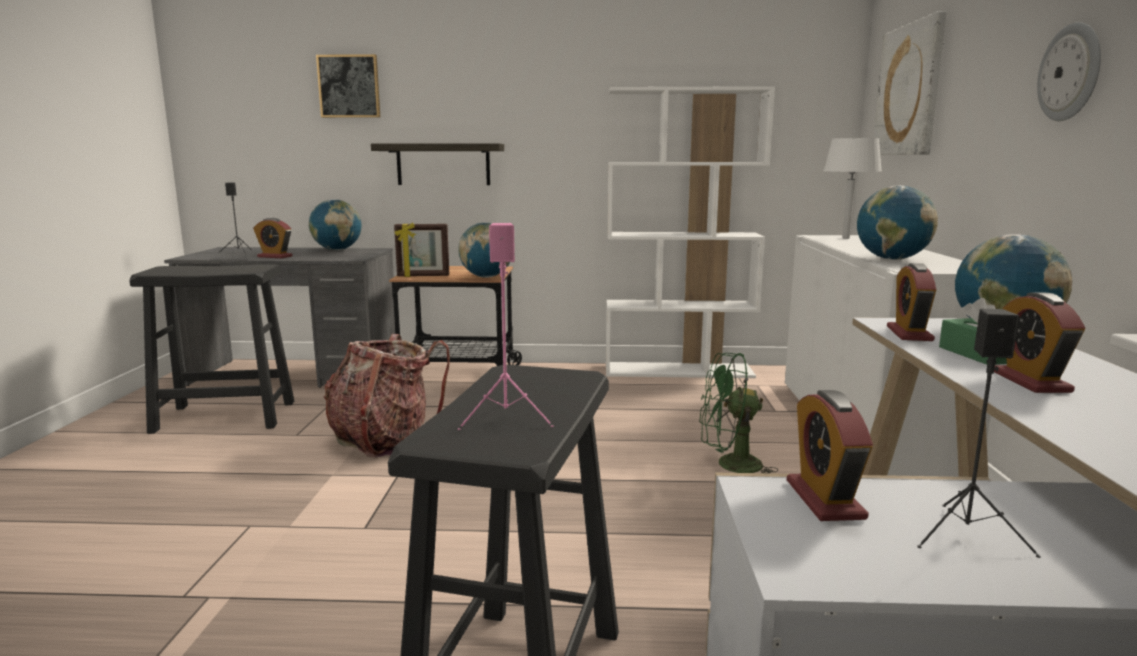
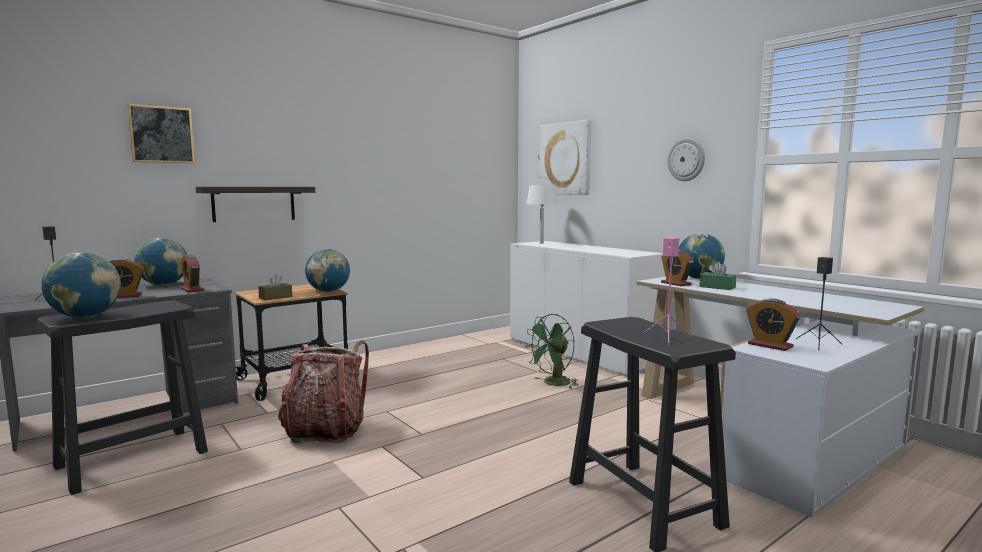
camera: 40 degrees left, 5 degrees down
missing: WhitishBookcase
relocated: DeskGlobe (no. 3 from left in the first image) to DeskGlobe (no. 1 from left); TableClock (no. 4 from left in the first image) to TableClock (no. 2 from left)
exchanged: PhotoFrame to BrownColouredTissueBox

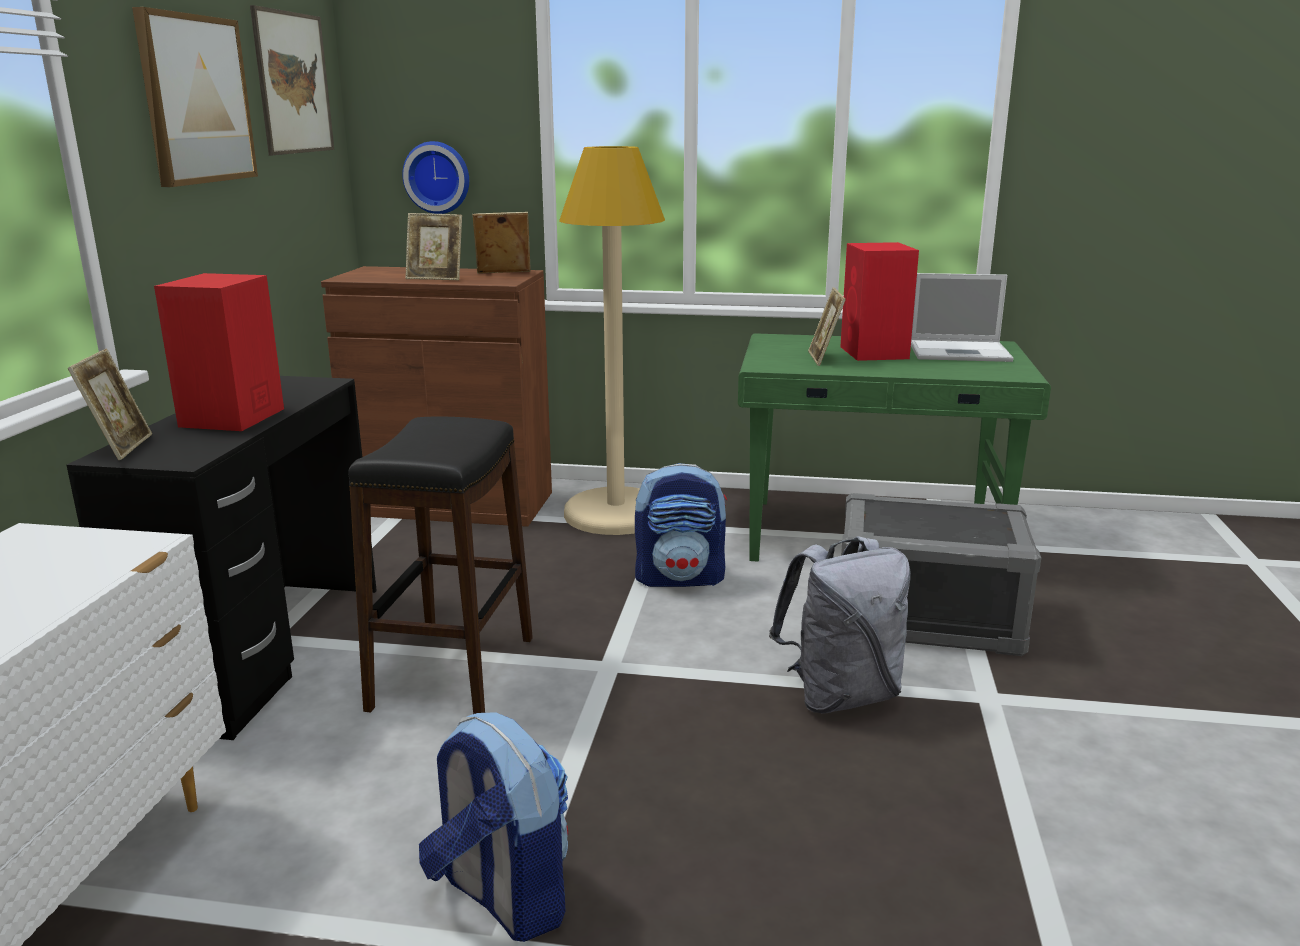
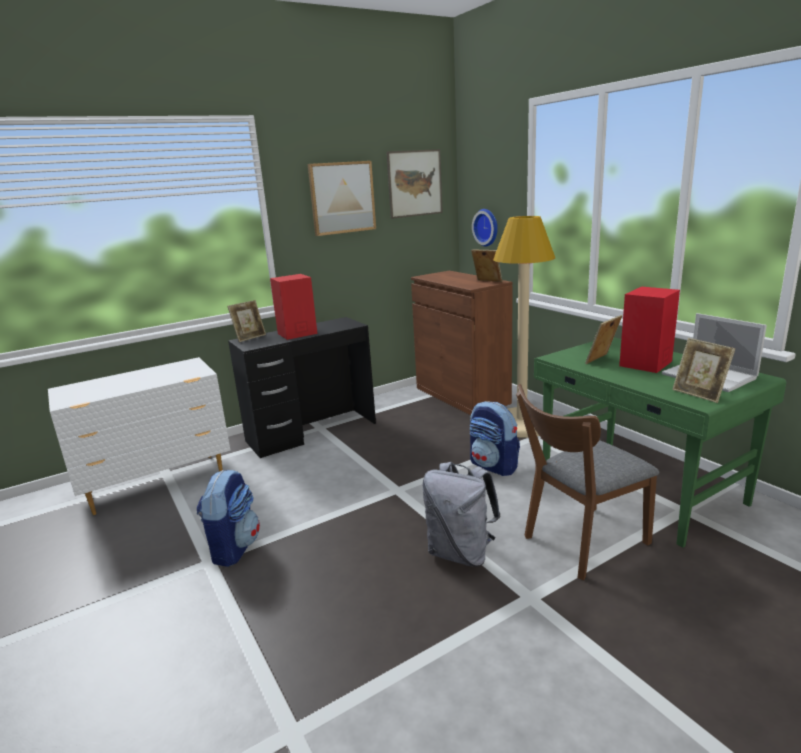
camera: 50 degrees right, 0 degrees up
missing: BlackColouredStoolSeat
relocated: PhotoFrame (no. 2 from left in the first image) to PhotoFrame (no. 4 from left)
exchanged: GreyishStorageBin to BrownColouredChair

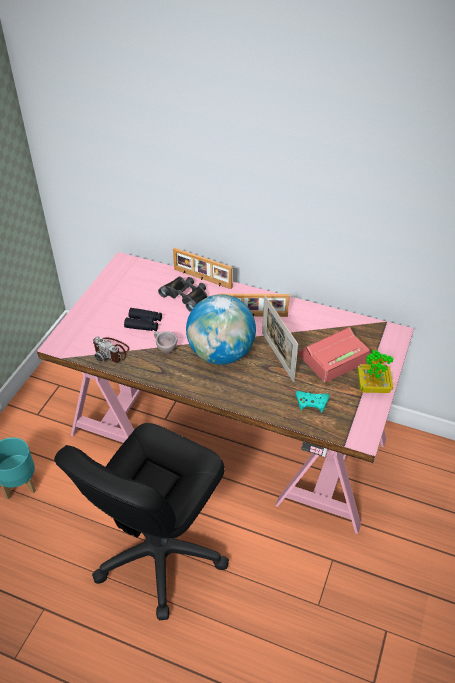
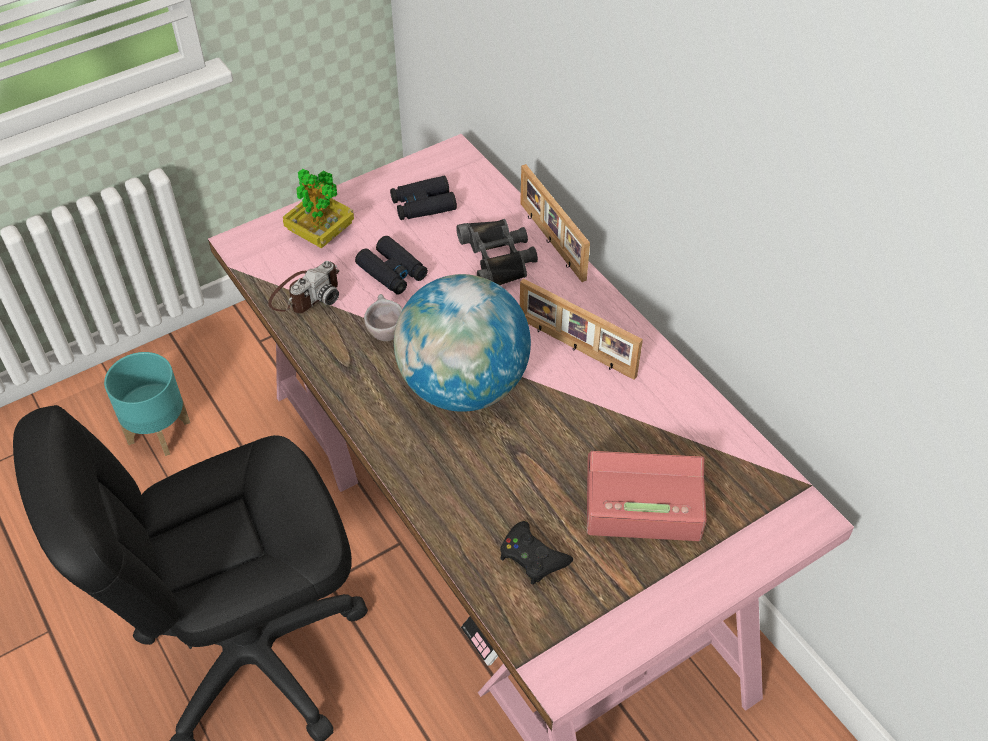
camera: 35 degrees right, 5 degrees up
missing: PhotoFrame (no. 3 from left)
appeared: BlackColouredBinoculars (no. 2 from left)
relocated: Houseplant
colour: BlueGreenGameController to BlackColouredGameController
spun: PhotoCamera 120 degrees counterclockwise

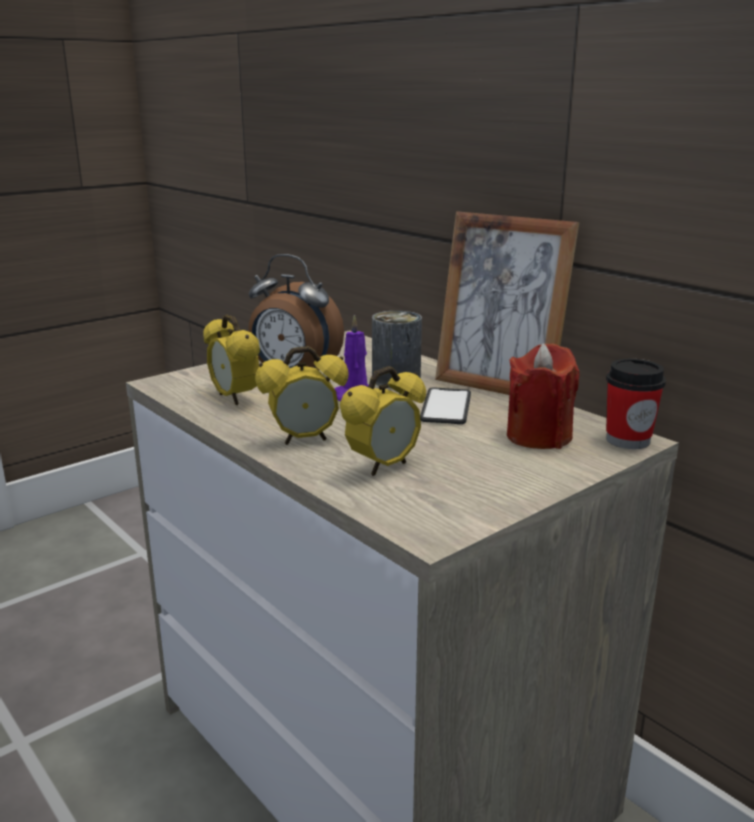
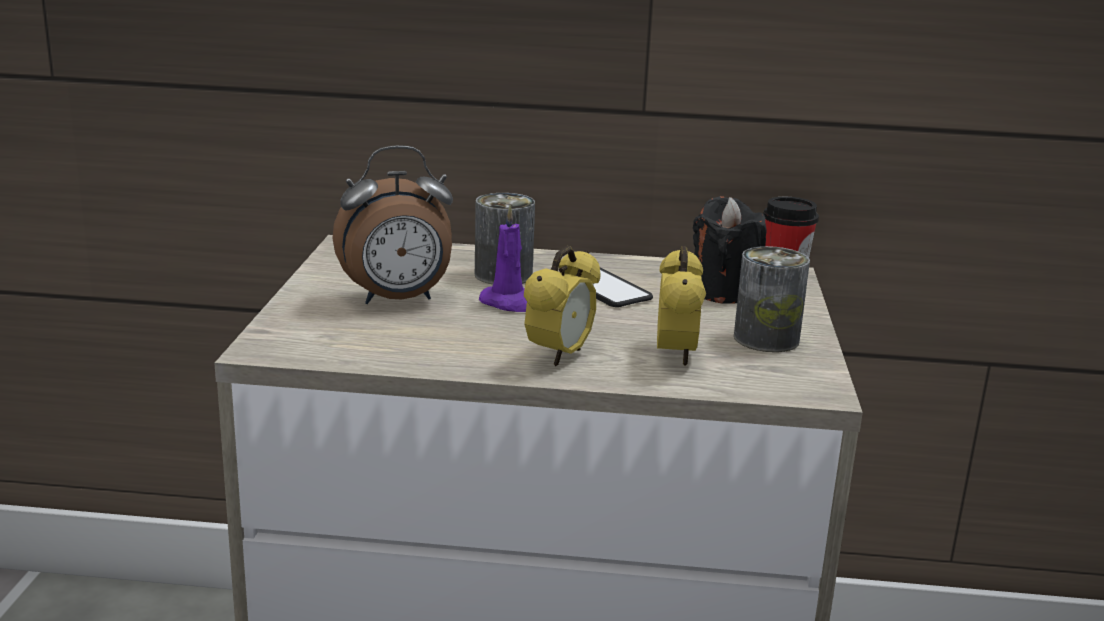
camera: 45 degrees left, 0 degrees up
missing: TableClock (no. 1 from left); PhotoFrame
appeared: Can (no. 2 from left)
colour: RedColouredWaxCandle to BlackColouredWaxCandle

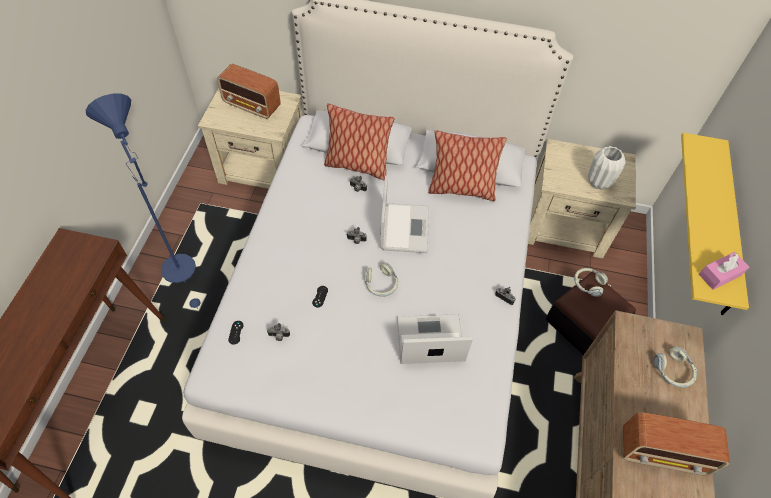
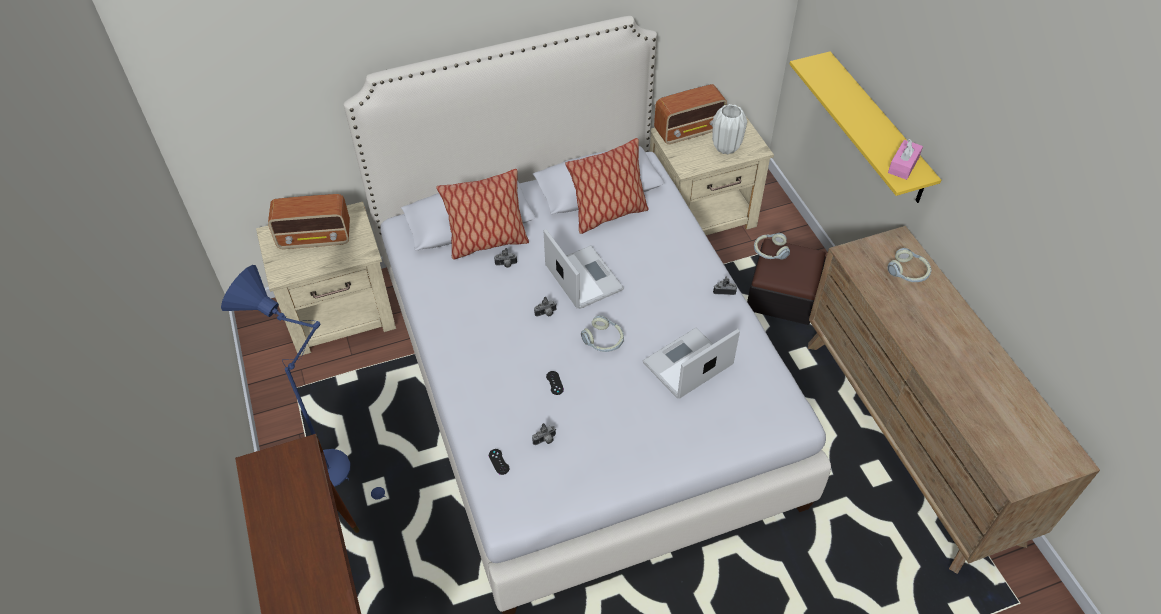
camera: 30 degrees left, 5 degrees down
relocated: RadioReceiver (no. 2 from left)

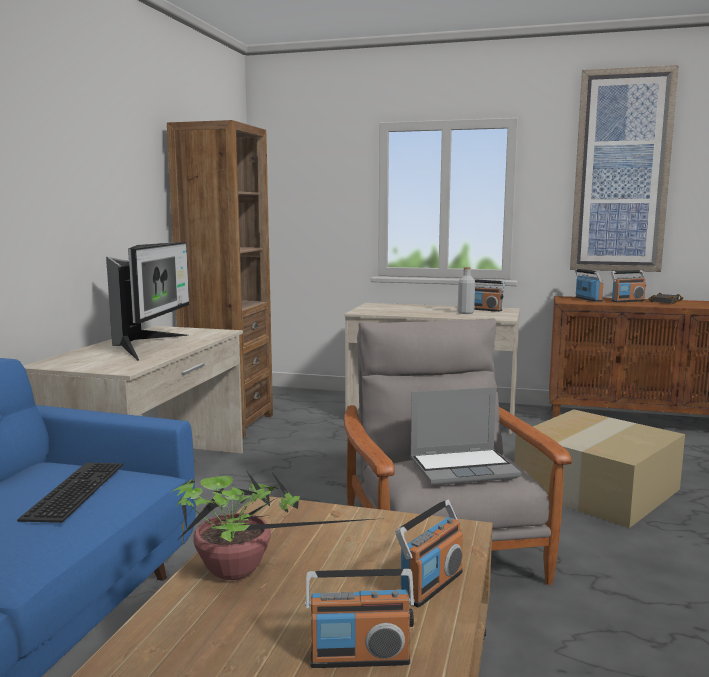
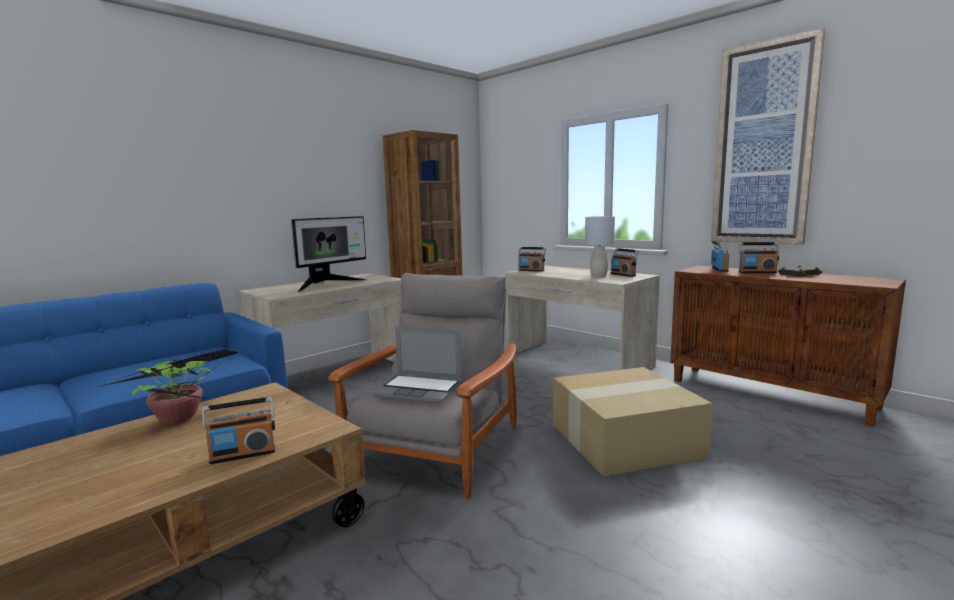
camera: 30 degrees right, 0 degrees up
relocated: RadioReceiver (no. 1 from left in the first image) to RadioReceiver (no. 2 from left)
exchanged: GreyishBottle to GreyishTabletopLamp

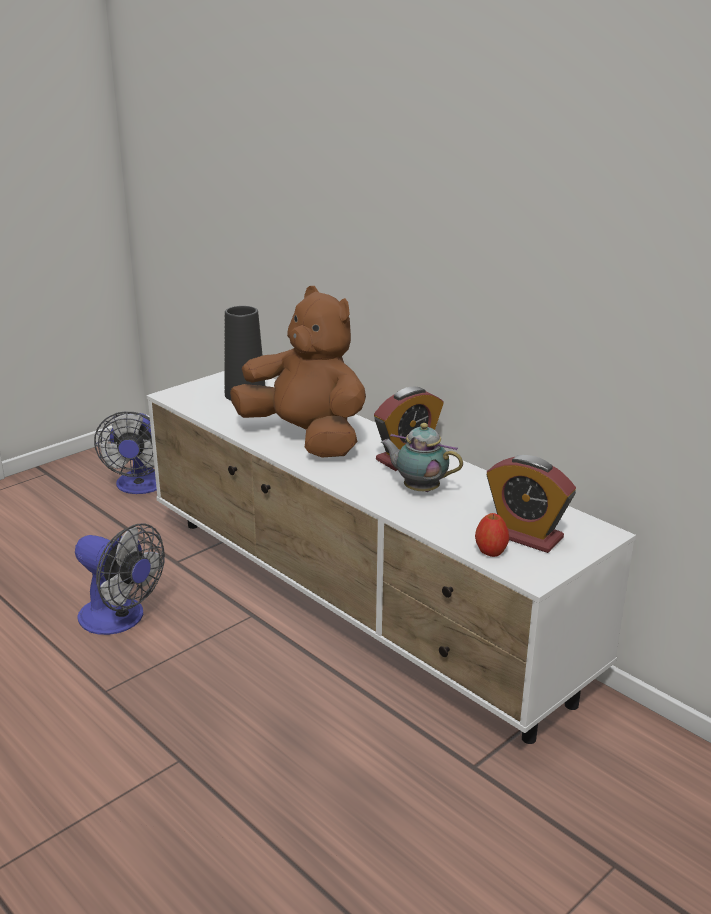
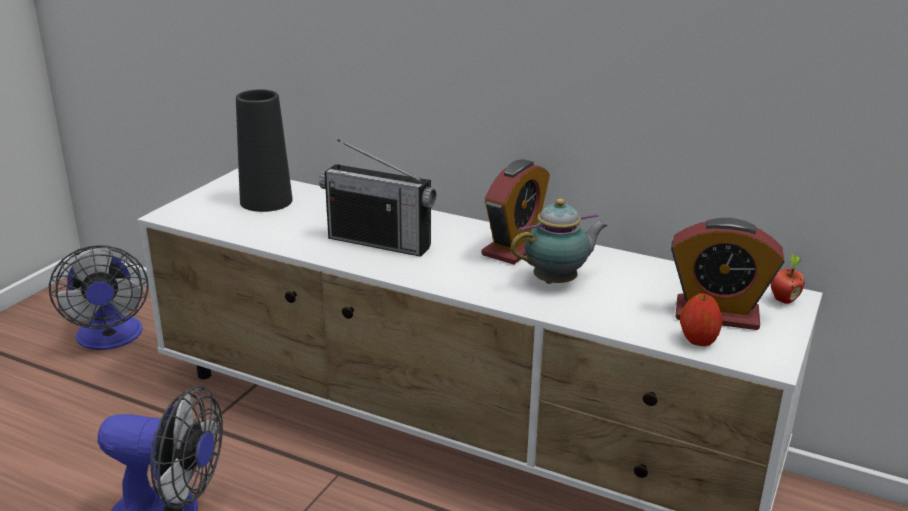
camera: 20 degrees left, 0 degrees up
appeared: Apple (no. 2 from left)
exchanged: BrownColouredSoftToy to RadioReceiver
spun: PotForTea 150 degrees clockwise

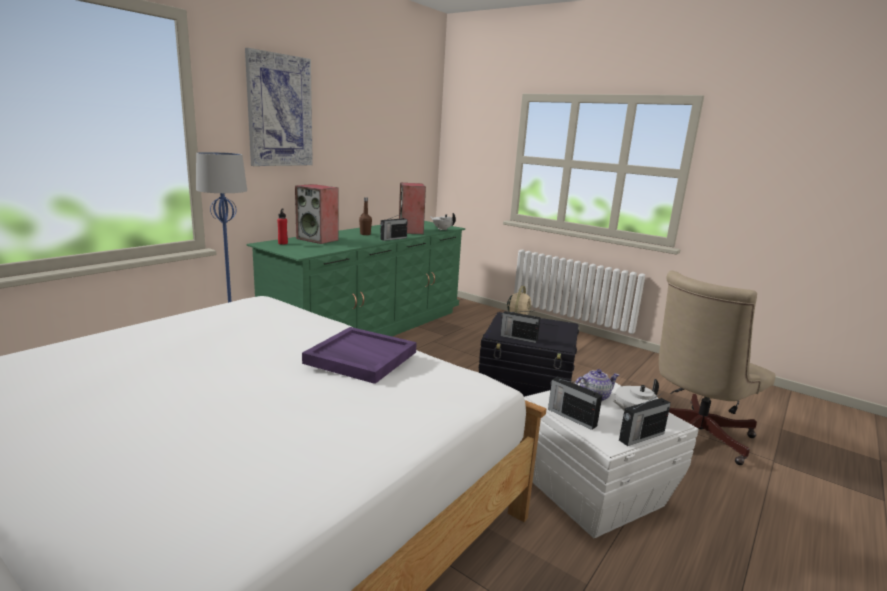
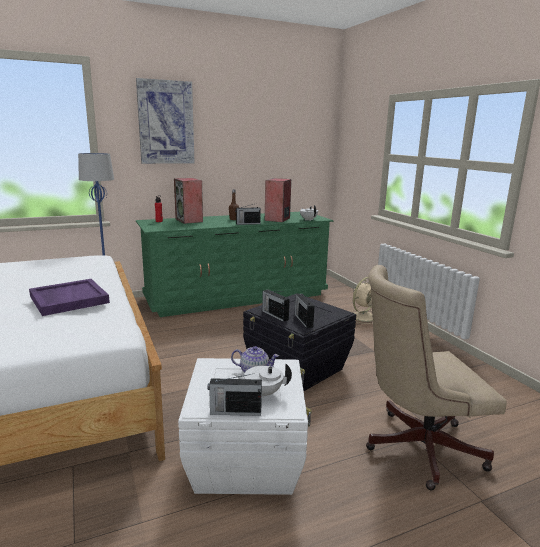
camera: 30 degrees right, 0 degrees up
relocated: RadioReceiver (no. 3 from left in the first image) to RadioReceiver (no. 4 from left)

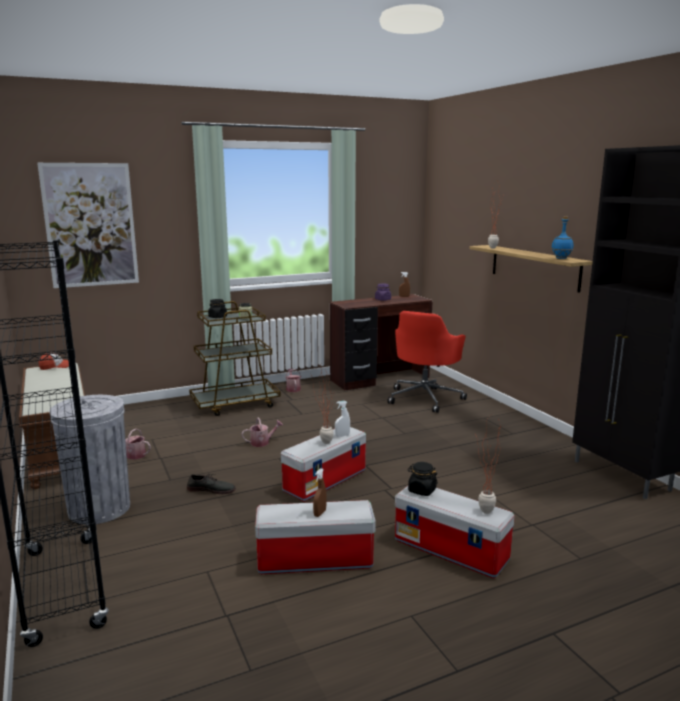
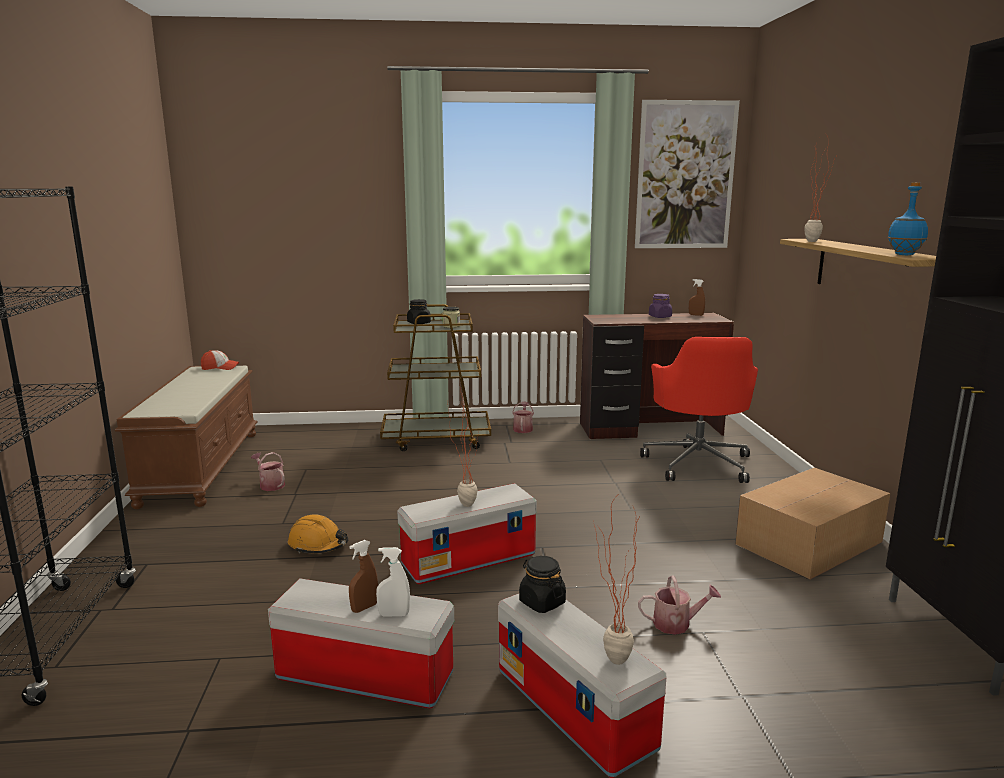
camera: 20 degrees right, 0 degrees up
missing: GreyishTrashCan
appeared: PackingBox
relocated: WallPicture; SprinklingCan (no. 2 from left in the first image) to SprinklingCan (no. 3 from left); WhitishHandSprayer
exchanged: GreyishLowShoe to OrangeyHardHat
spun: RedColouredOfficeChair 45 degrees counterclockwise

